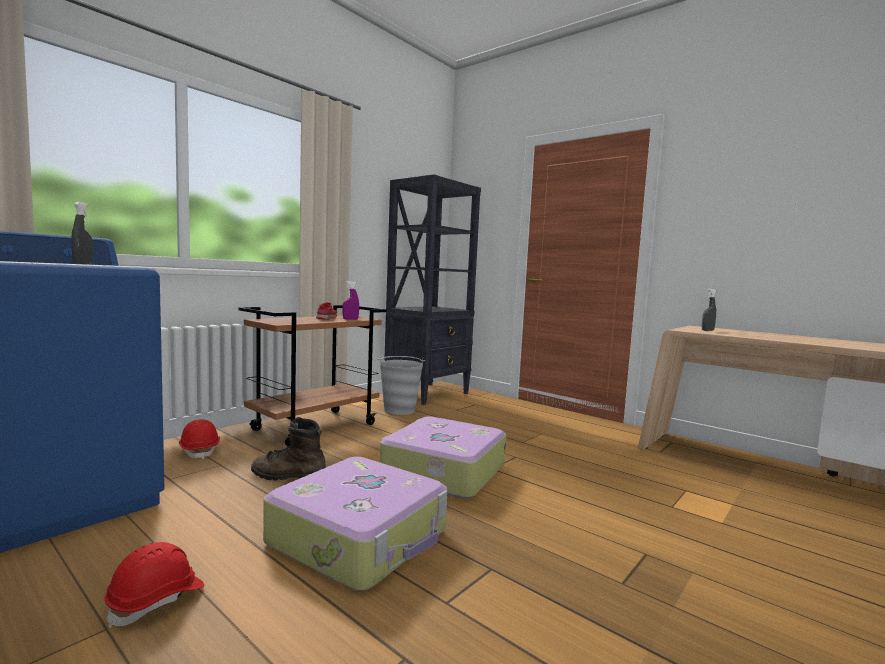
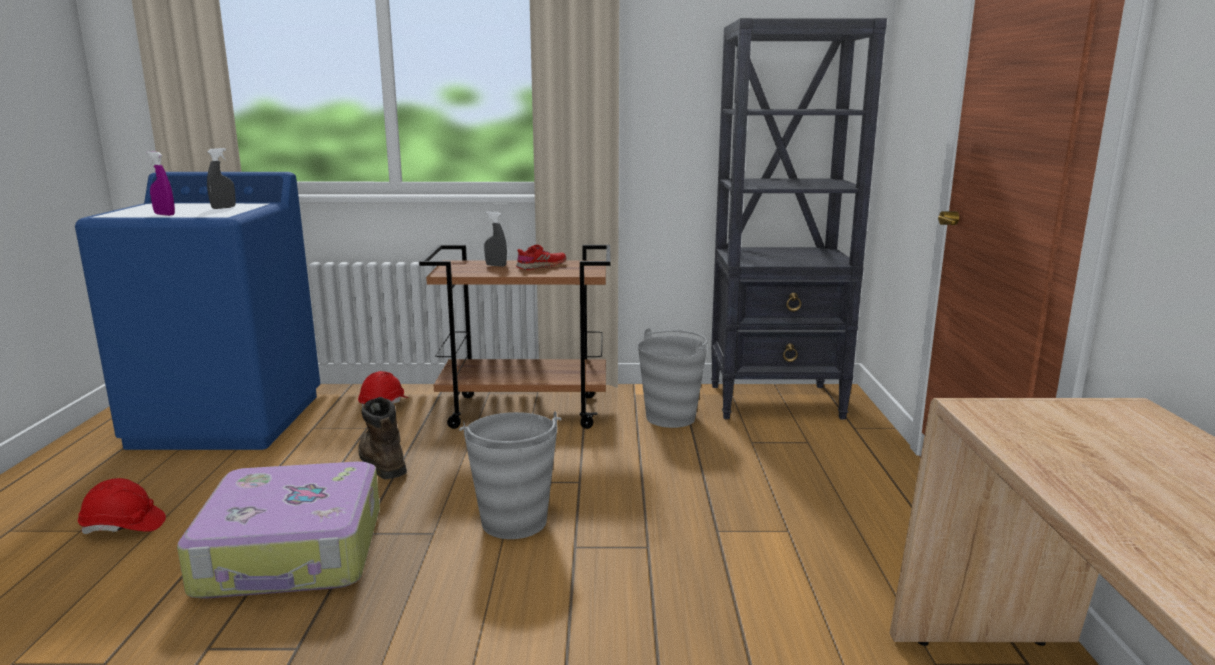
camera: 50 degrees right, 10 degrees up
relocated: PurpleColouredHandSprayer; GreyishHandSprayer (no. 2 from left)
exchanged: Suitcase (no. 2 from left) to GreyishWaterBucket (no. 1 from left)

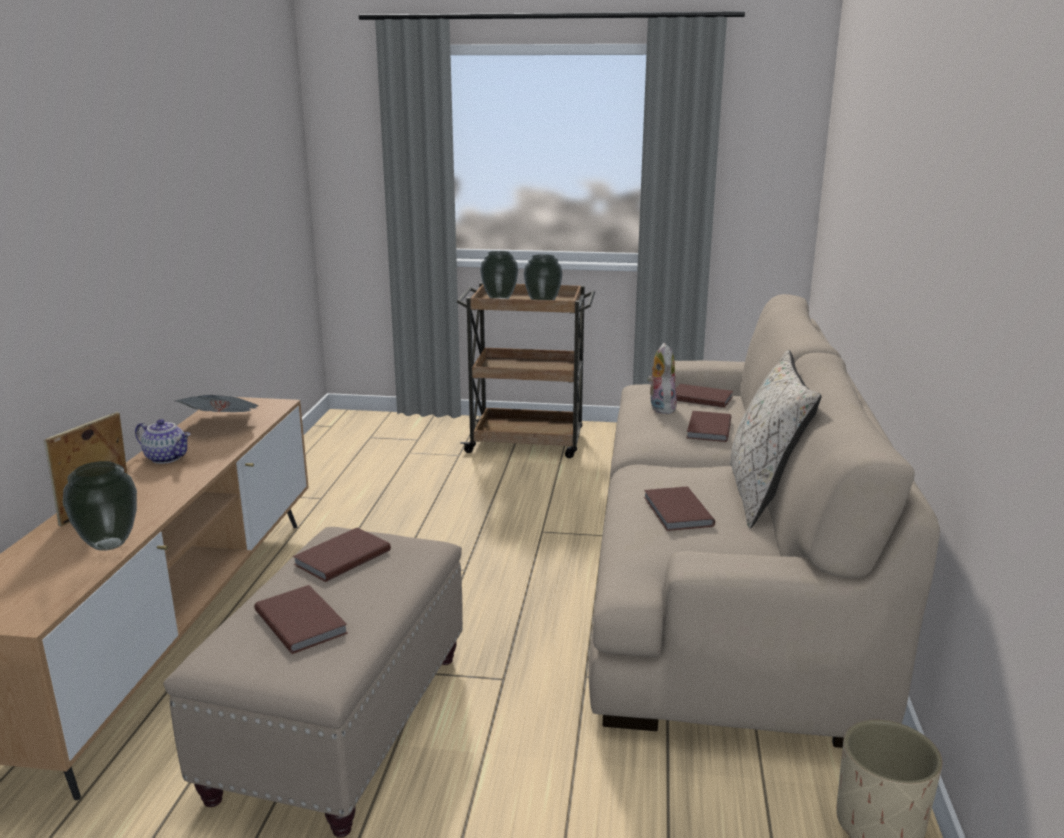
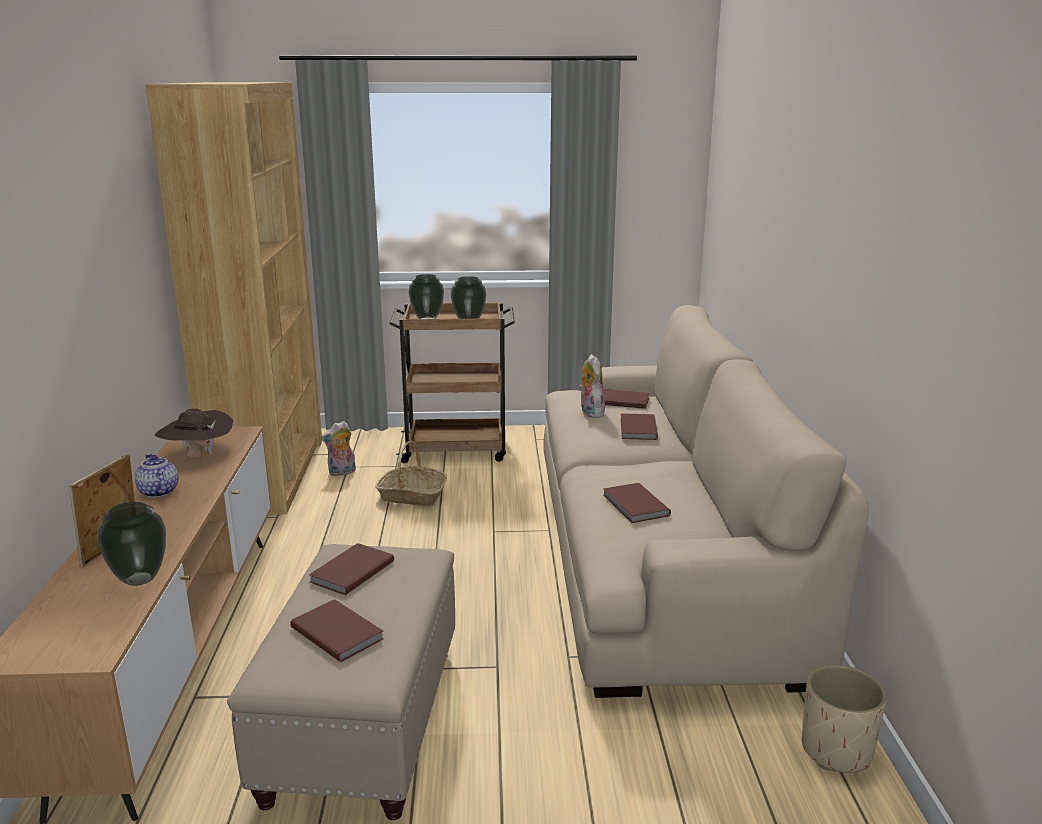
camera: 10 degrees left, 0 degrees up
missing: SandColouredThrowPillow
appeared: BrownColouredBookcase; SoftToy (no. 1 from left); StorageBasket
exchanged: PrintedPaper to BrownColouredClothingHat
spun: PotForTea 135 degrees counterclockwise

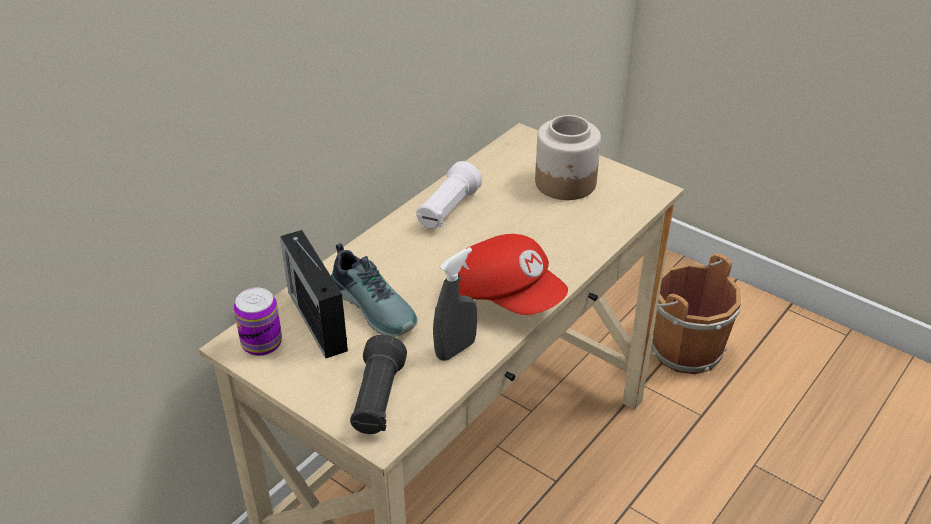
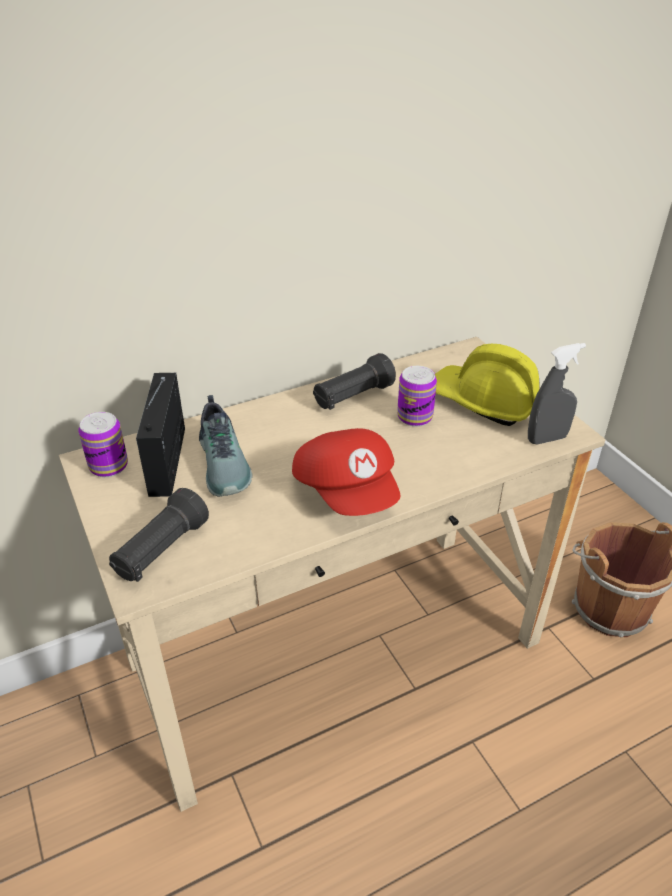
camera: 25 degrees right, 0 degrees up
appeared: Can (no. 2 from left)
relocated: GreyishHandSprayer
exchanged: PreserveJar to YellowColouredHardHat
colour: WhitishHandTorch to BlackColouredHandTorch (no. 2 from left)

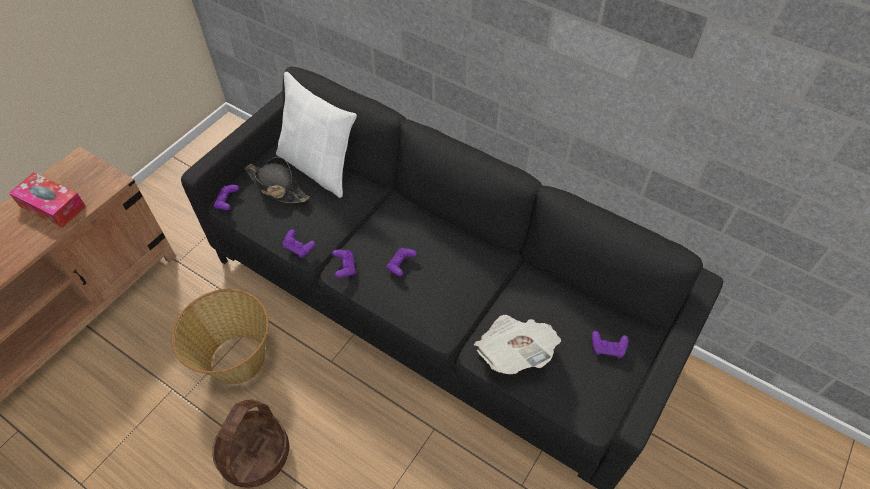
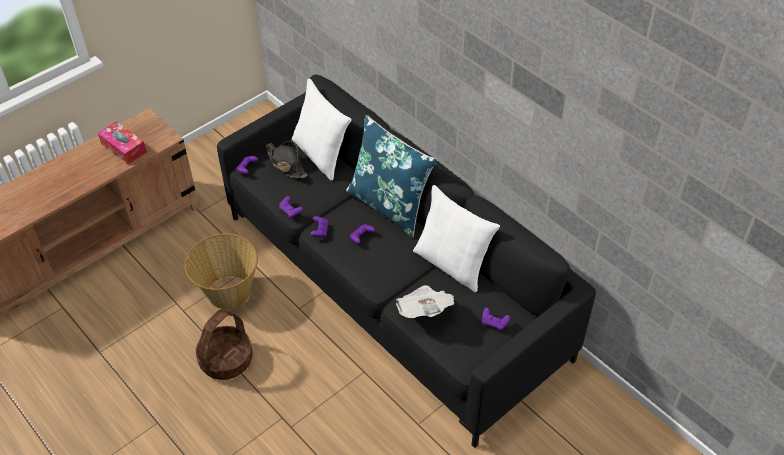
camera: 15 degrees right, 5 degrees down
appeared: BlueColouredThrowPillow; WhitishThrowPillow (no. 2 from left)

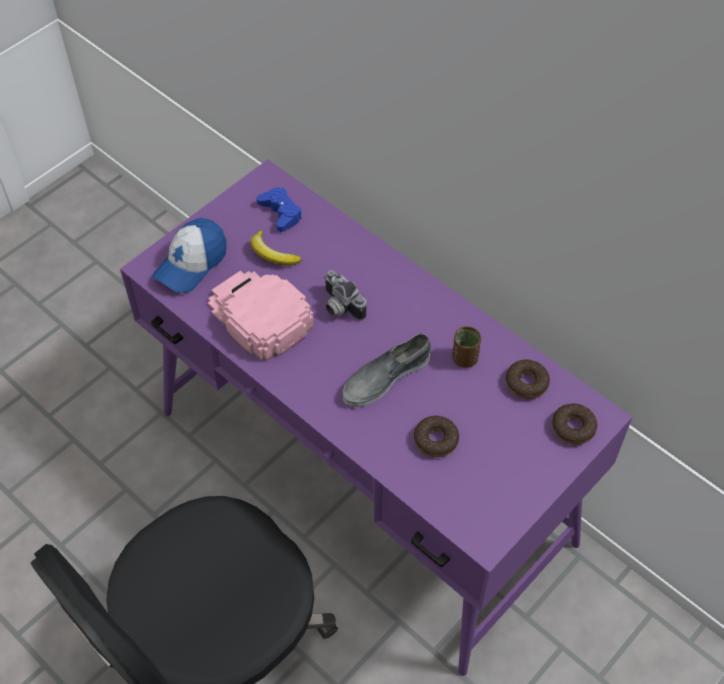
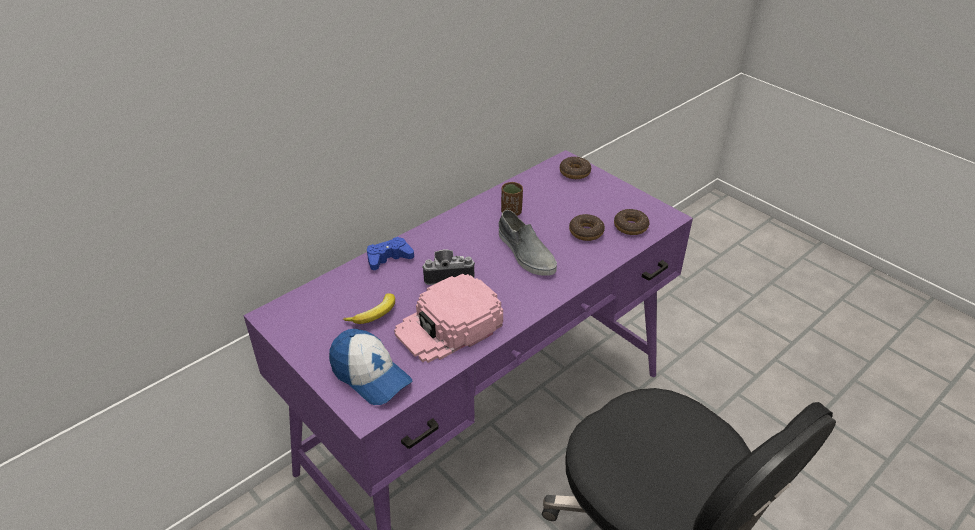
camera: 85 degrees left, 15 degrees down
relocated: BlueColouredGameController; RingDoughnut (no. 2 from left in the first image) to RingDoughnut (no. 3 from left)
spun: PhotoCamera 150 degrees counterclockwise

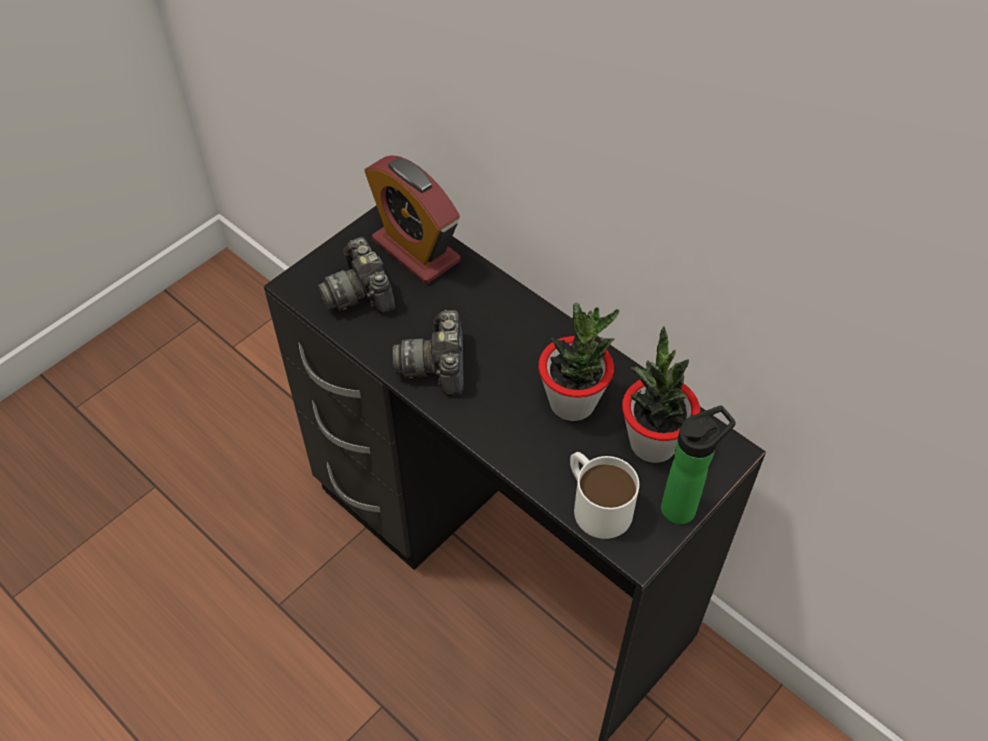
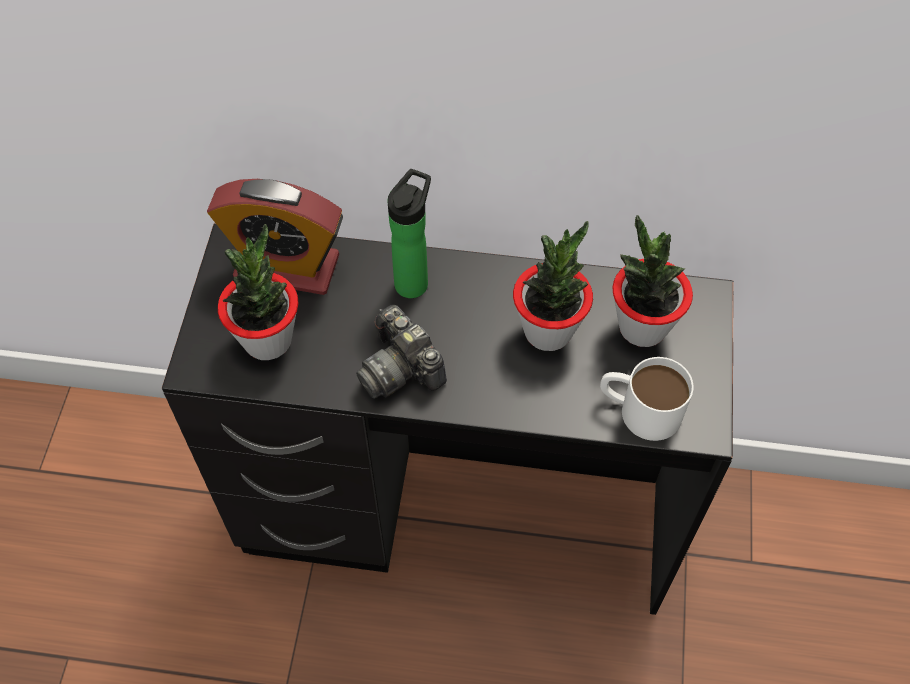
camera: 35 degrees left, 5 degrees up
relocated: Bottle
exchanged: PhotoCamera (no. 1 from left) to Houseplant (no. 1 from left)

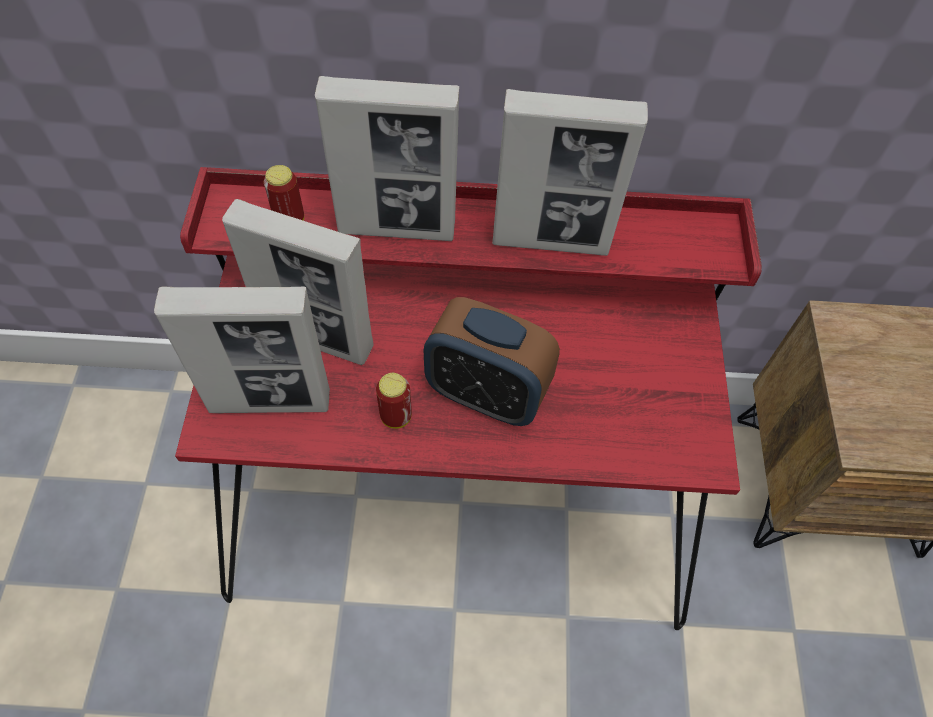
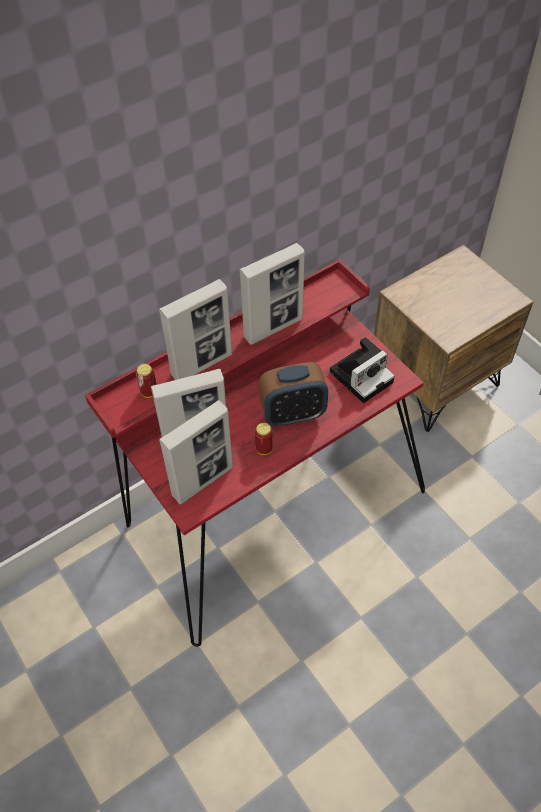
camera: 35 degrees left, 5 degrees down
appeared: PhotoCamera

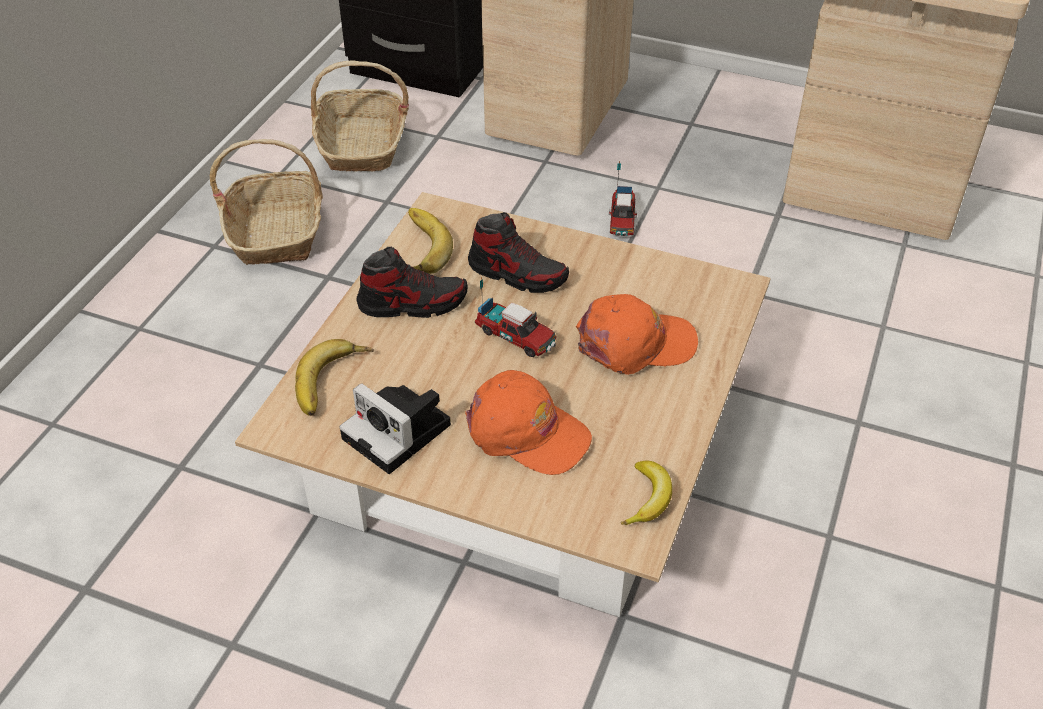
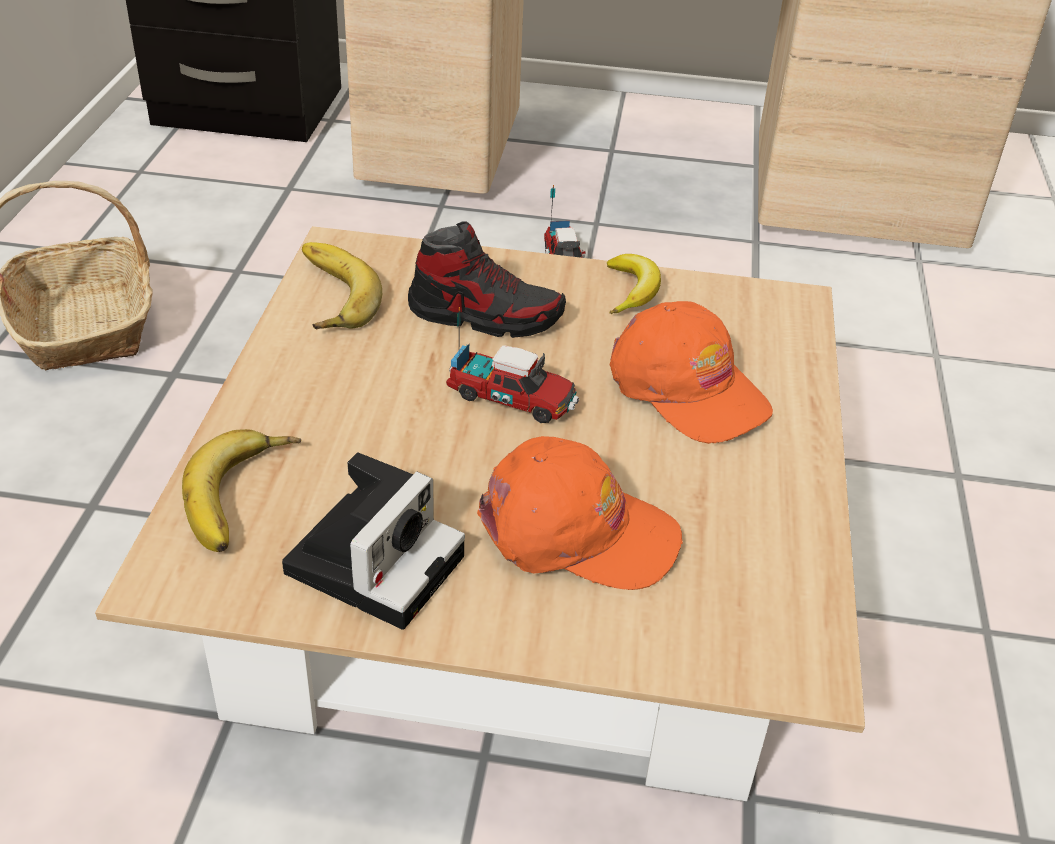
camera: 15 degrees left, 5 degrees down
missing: StorageBasket (no. 2 from left); LowShoe (no. 1 from left)
relocated: WholeBanana (no. 3 from left)
spun: PhotoCamera 90 degrees counterclockwise; OrangeyCap (no. 2 from left) 75 degrees clockwise

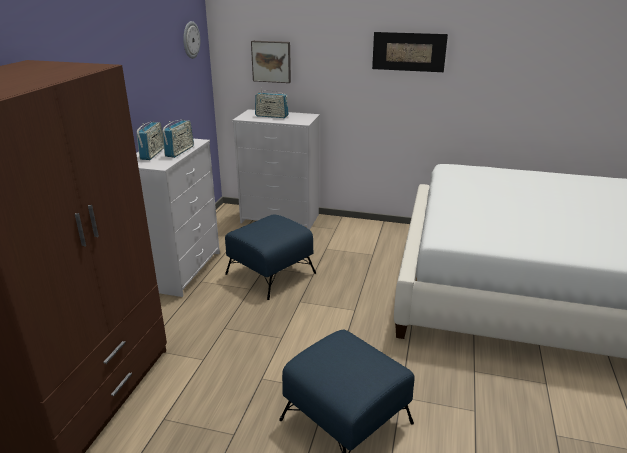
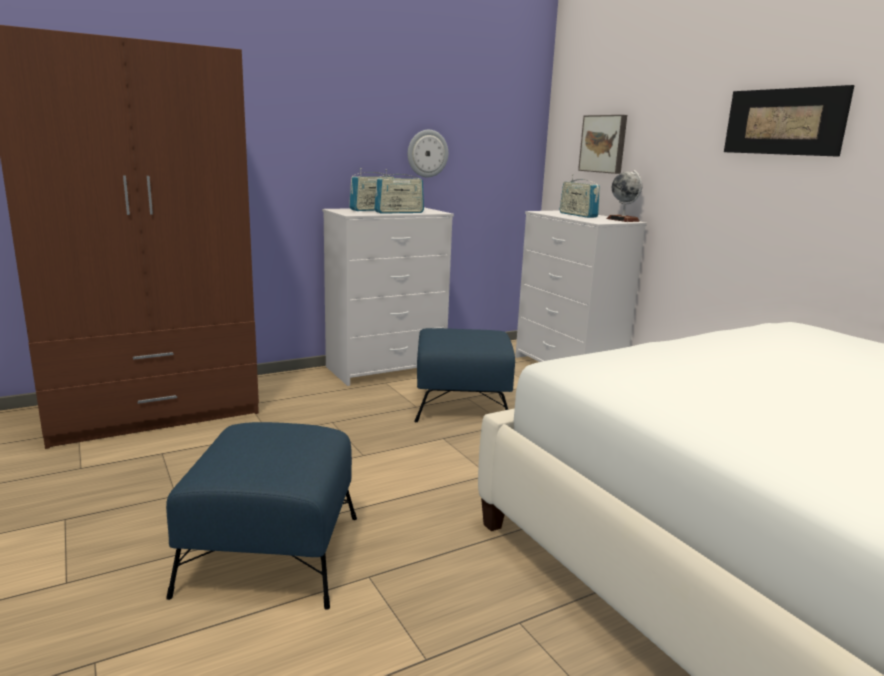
camera: 45 degrees right, 10 degrees down
appeared: DeskGlobe
relocated: WallClock

